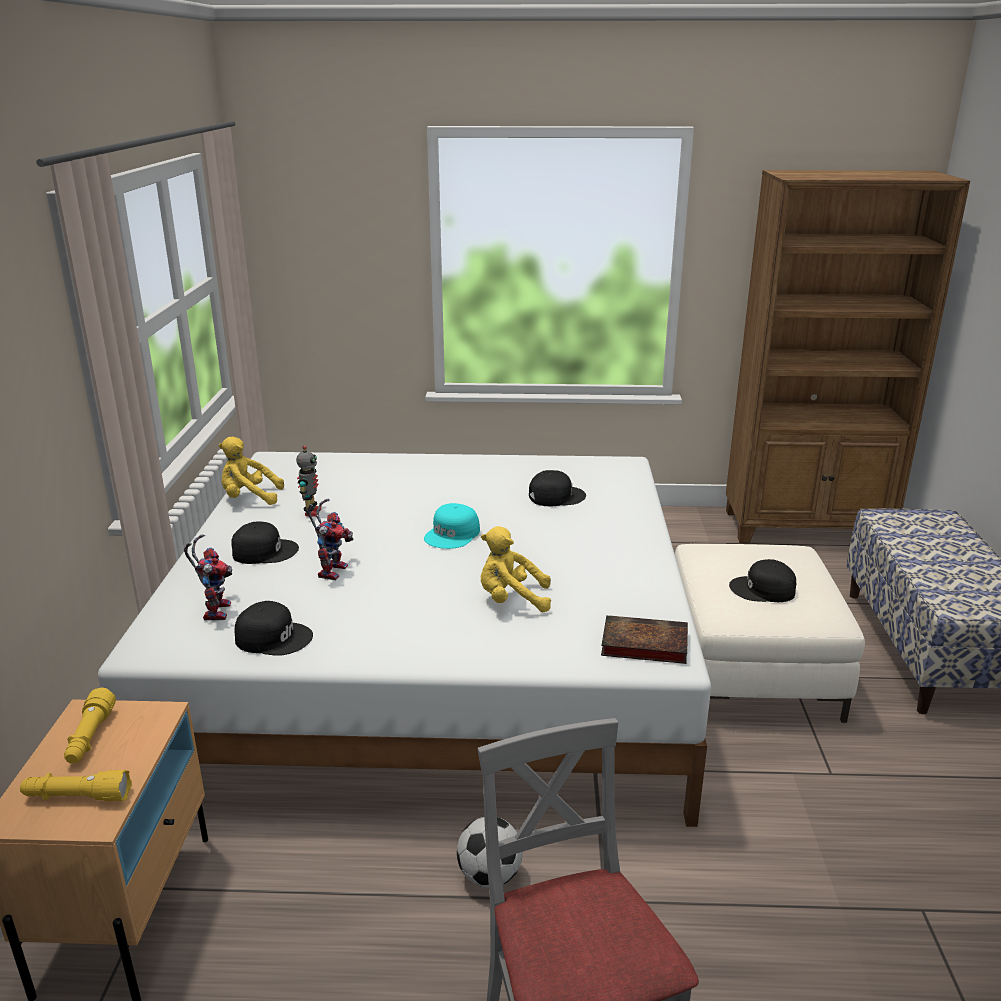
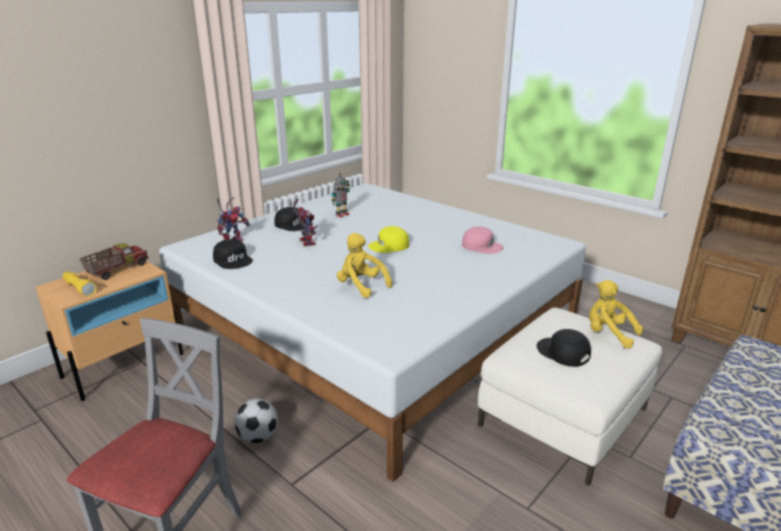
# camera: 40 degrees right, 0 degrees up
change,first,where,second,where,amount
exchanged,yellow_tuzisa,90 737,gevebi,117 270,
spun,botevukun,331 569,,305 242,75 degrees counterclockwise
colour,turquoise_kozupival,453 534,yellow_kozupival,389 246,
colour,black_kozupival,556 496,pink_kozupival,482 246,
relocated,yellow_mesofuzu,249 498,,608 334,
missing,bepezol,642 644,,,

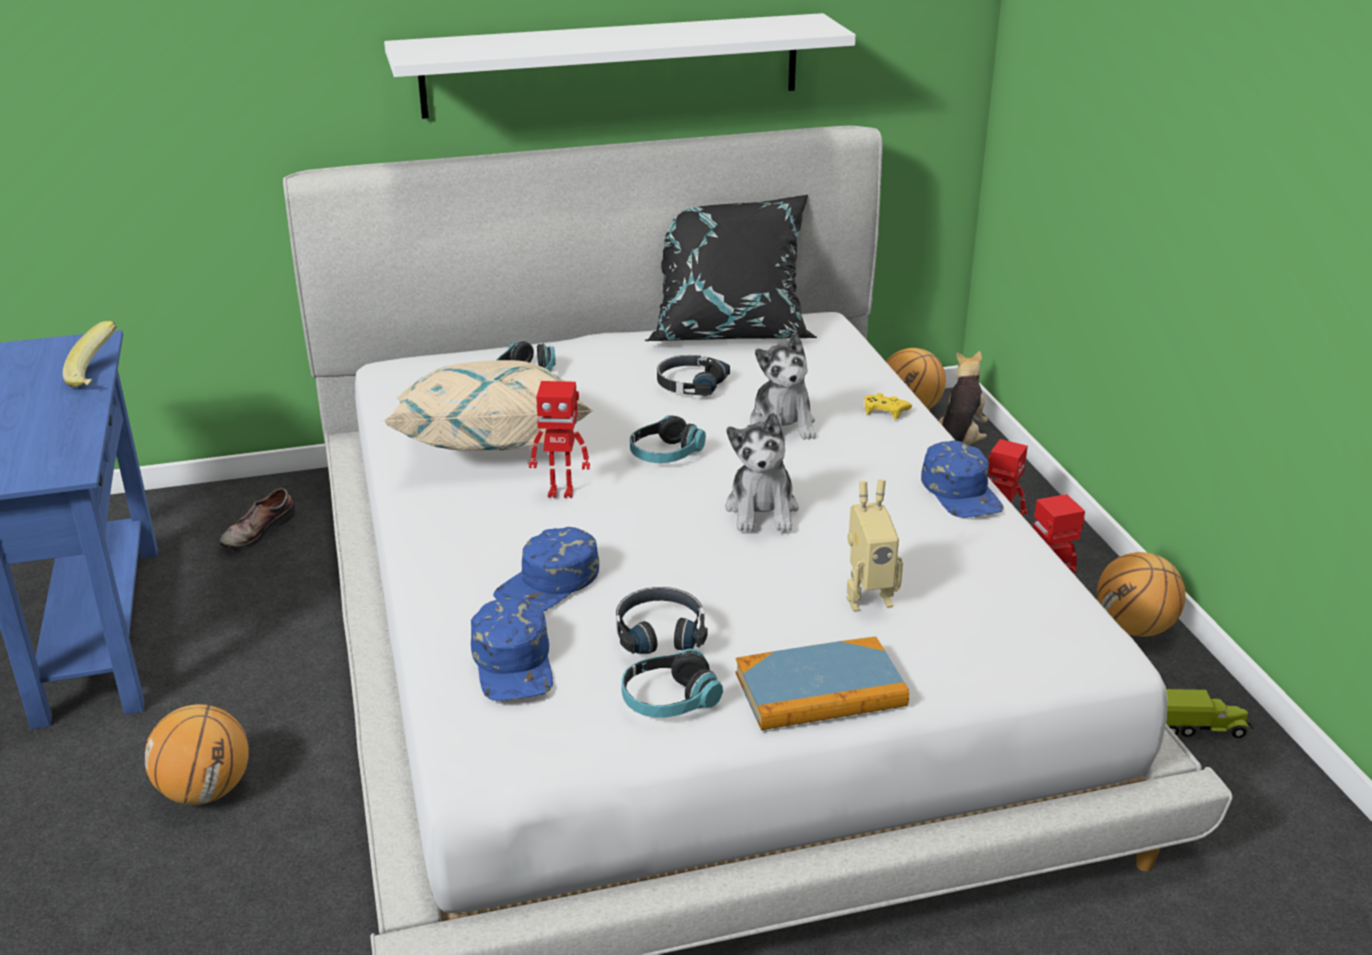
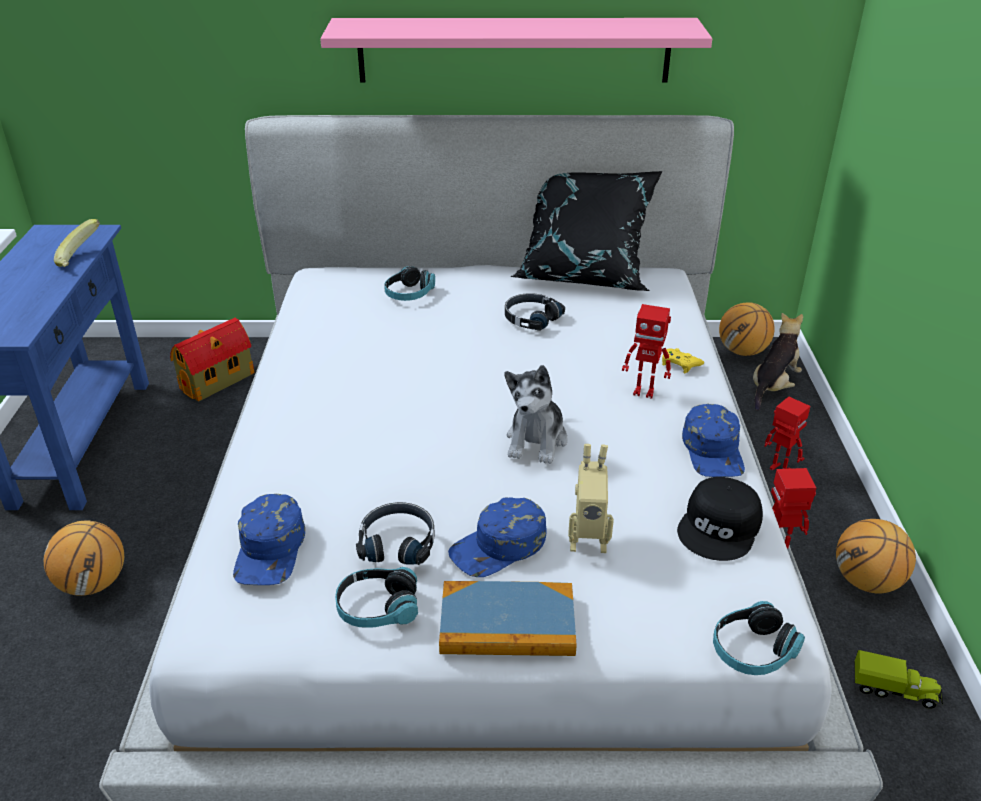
# camera: 15 degrees right, 5 degrees up
change,first,where,second,where,amount
exchanged,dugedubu,256 531,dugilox,219 380,
colour,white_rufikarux,612 65,pink_rufikarux,514 50,
relocated,blue_kozupival,549 583,,499 546,
relocated,botevukun,561 491,,644 392,
appeared,,,black_kozupival,720 527,
relocated,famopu,665 454,,752 650,
missing,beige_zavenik,490 441,,,
missing,mesofuzu,783 424,,,

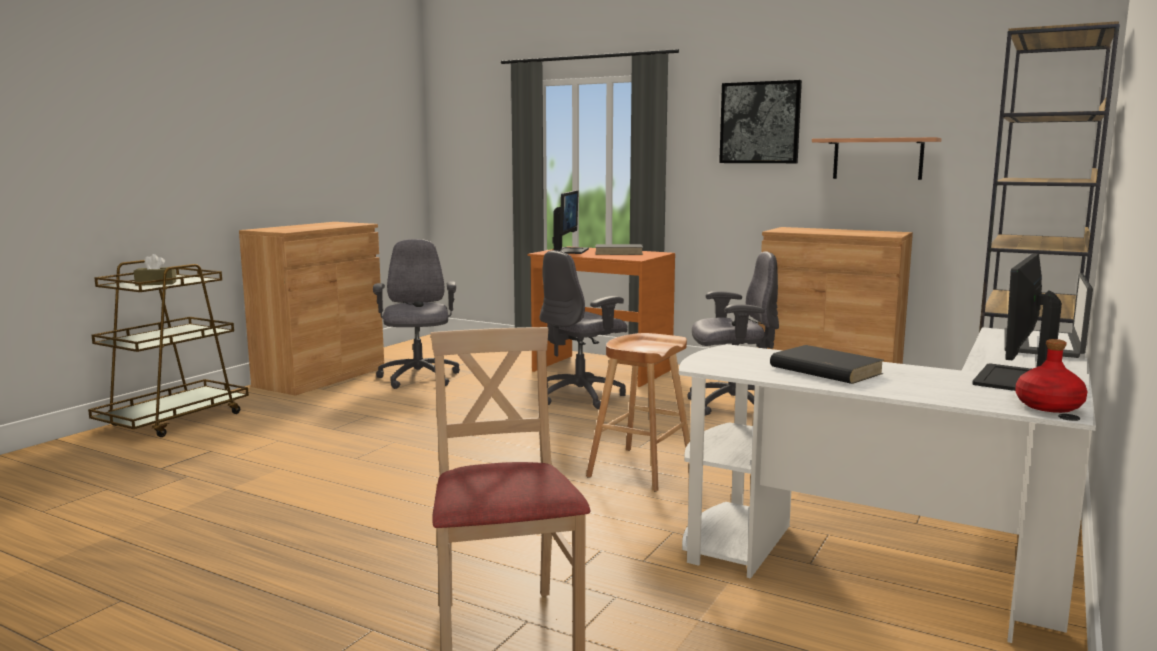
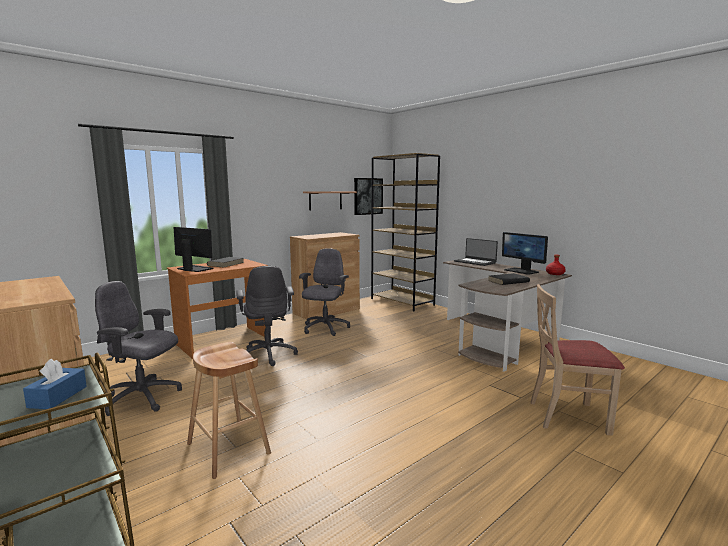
# camera: 70 degrees left, 0 degrees up
change,first,where,second,where,amount
colour,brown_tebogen,156 283,blue_tebogen,58 397,
relocated,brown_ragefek,641 469,,228 449,
relocated,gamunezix,760 123,,368 196,
colour,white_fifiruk,916 554,brown_fifiruk,499 338,

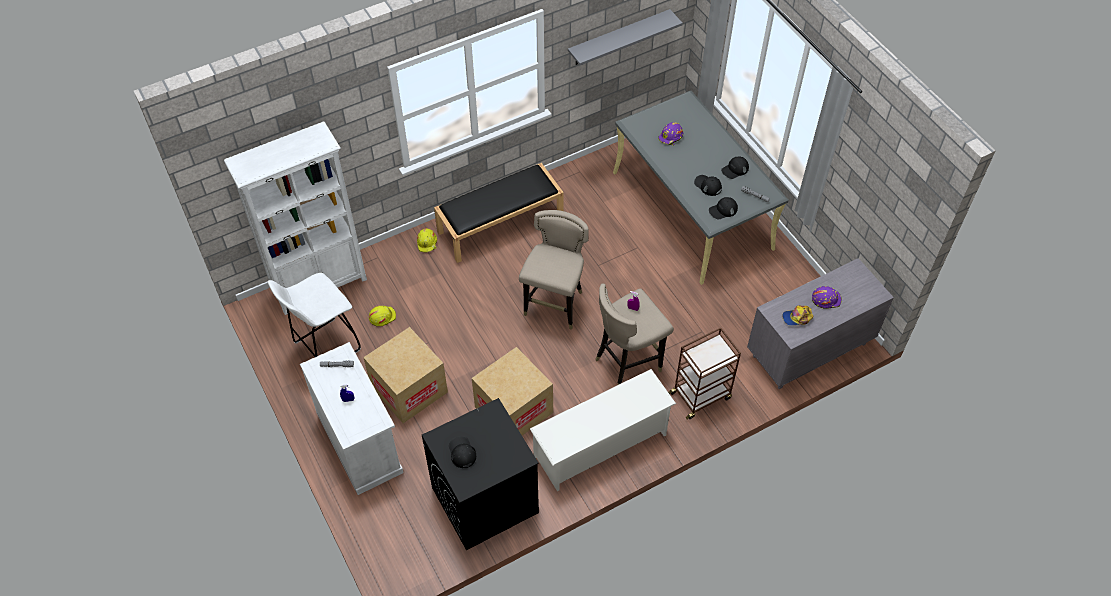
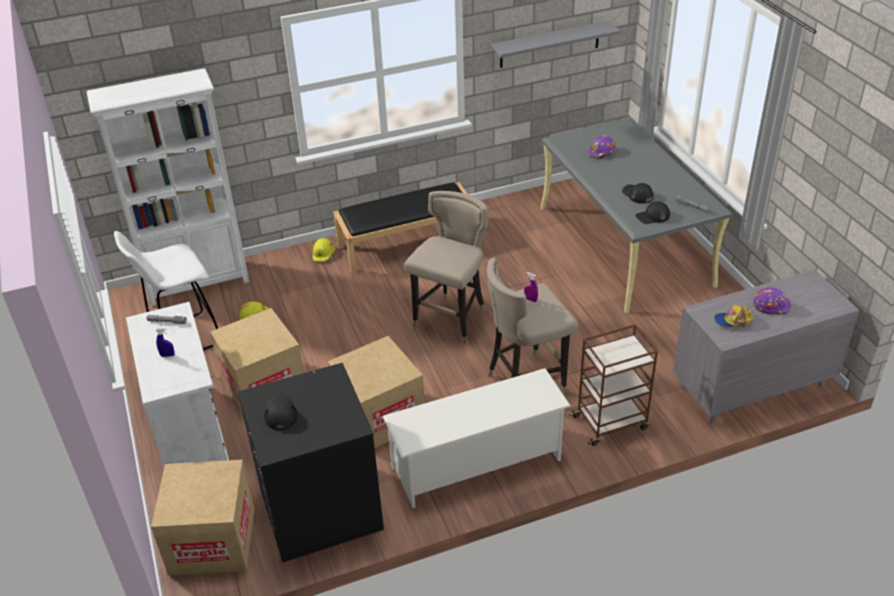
# camera: 10 degrees right, 15 degrees down
change,first,where,second,where,amount
appeared,,,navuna,212 541,
missing,black_kozupival,735 169,,,

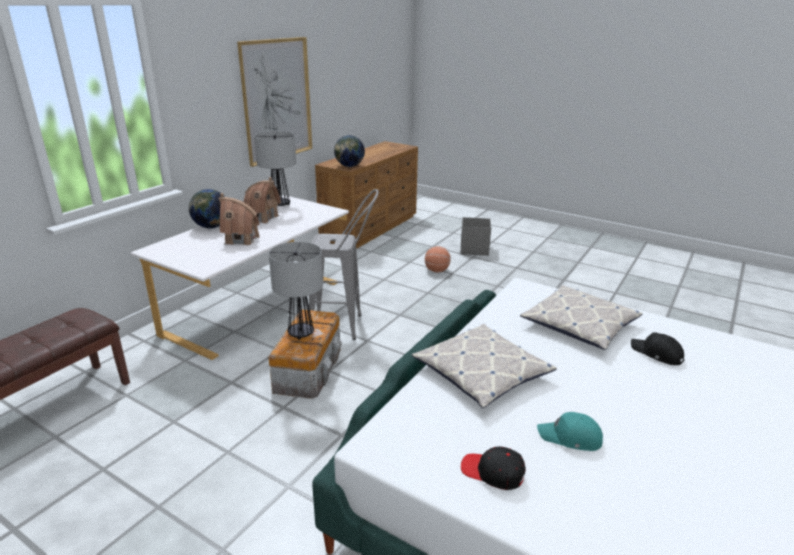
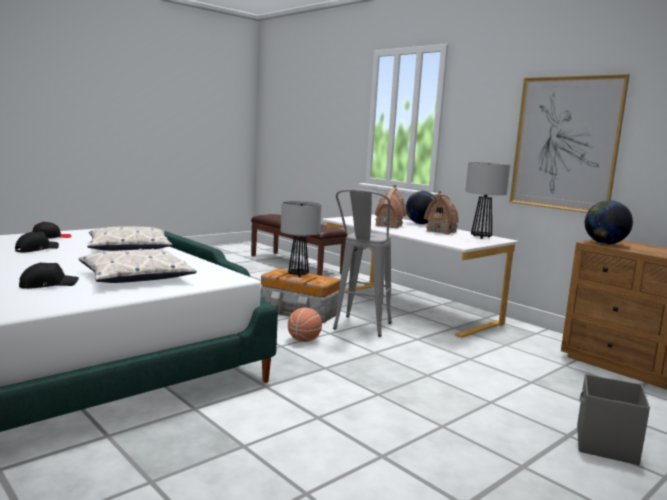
# camera: 105 degrees right, 15 degrees down
change,first,where,second,where,amount
colour,turquoise_kozupival,570 438,black_kozupival,36 249,
relocated,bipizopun,437 270,,304 340,

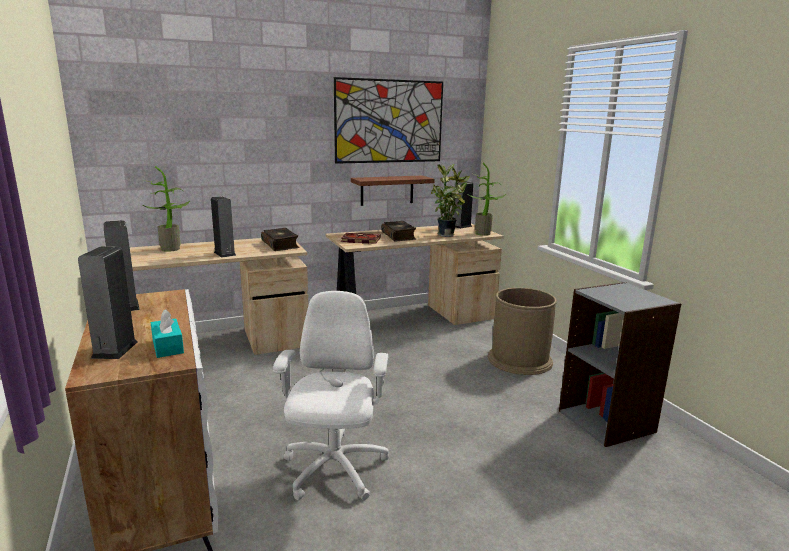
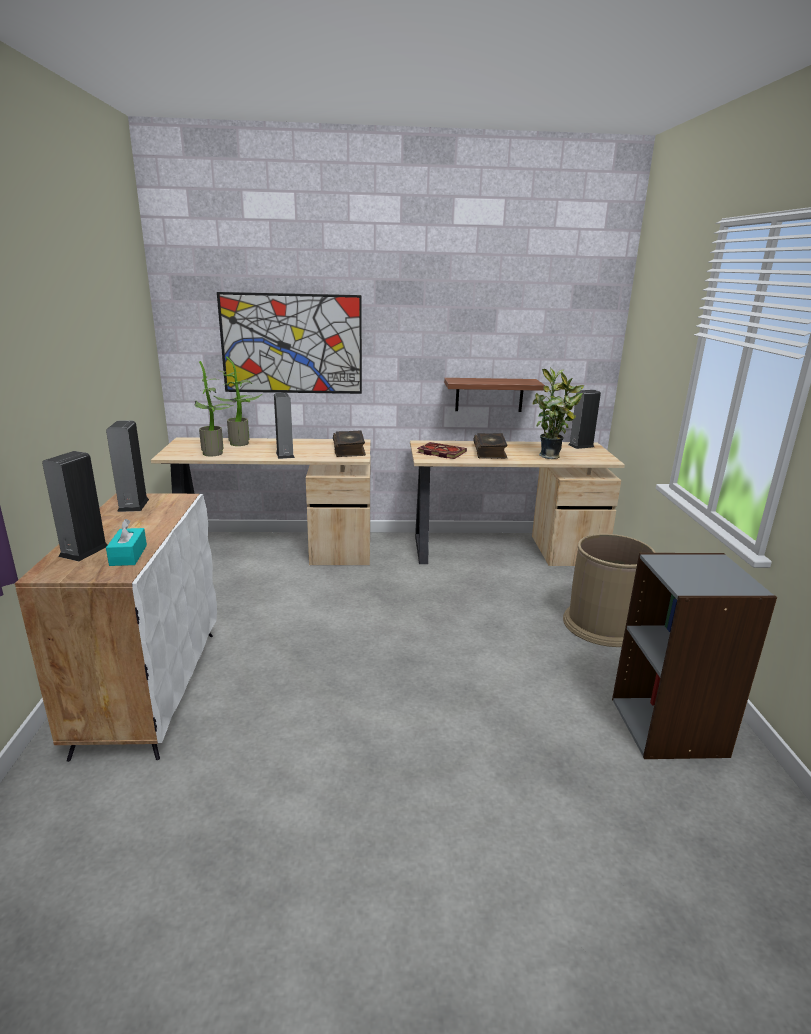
# camera: 20 degrees right, 5 degrees up
change,first,where,second,where,amount
relocated,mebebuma,484 233,,216 453,
relocated,gamunezix,389 121,,291 344,
missing,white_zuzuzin,334 470,,,

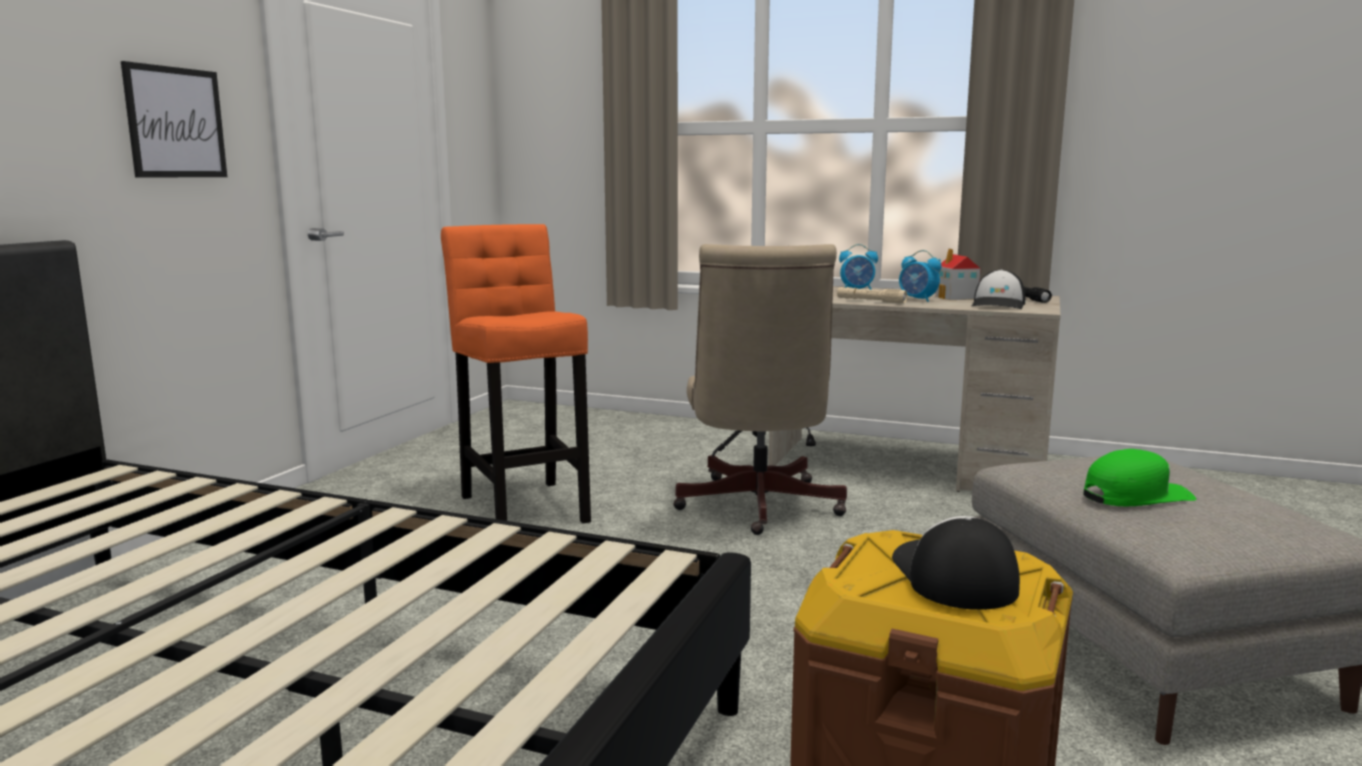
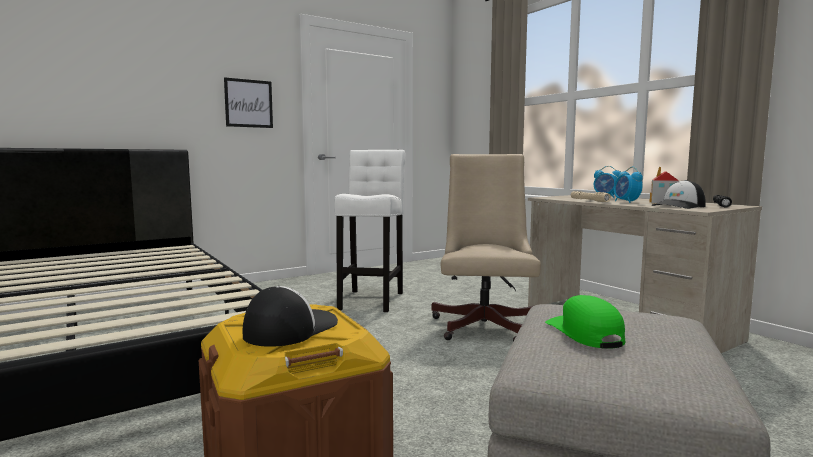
# camera: 35 degrees right, 5 degrees down
change,first,where,second,where,amount
colour,orange_ragefek,523 506,white_ragefek,372 299,
spun,beige_zuzuzin,757 508,,485 324,150 degrees clockwise
spun,green_kozupival,1136 495,,584 333,120 degrees counterclockwise

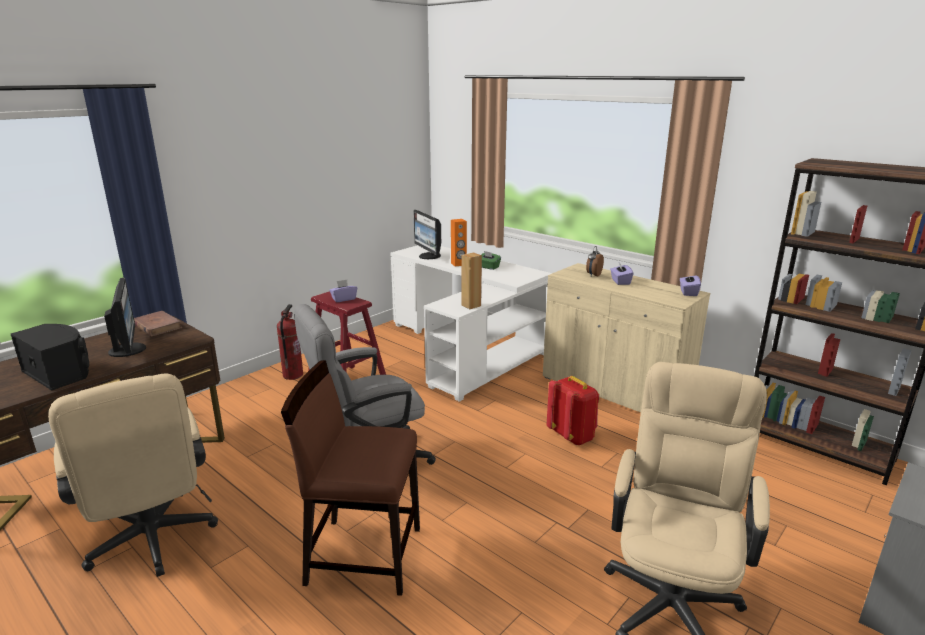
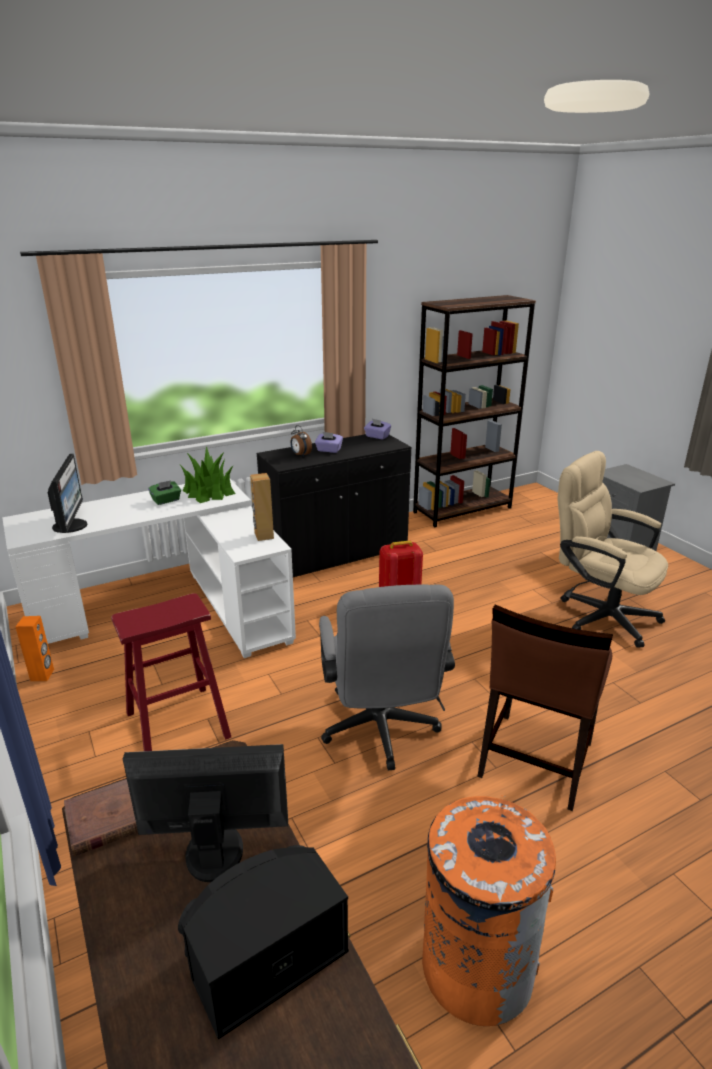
# camera: 70 degrees left, 5 degrees up
change,first,where,second,where,amount
relocated,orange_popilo,458 264,,42 675,
spun,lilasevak,429 256,,71 526,90 degrees counterclockwise
appeared,,,mebebuma,209 492,
colour,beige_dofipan,614 390,black_dofipan,336 554,
exchanged,beige_zuzuzin,153 543,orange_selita,476 966,
missing,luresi,293 375,,,
missing,purple_tebogen,344 299,,,

